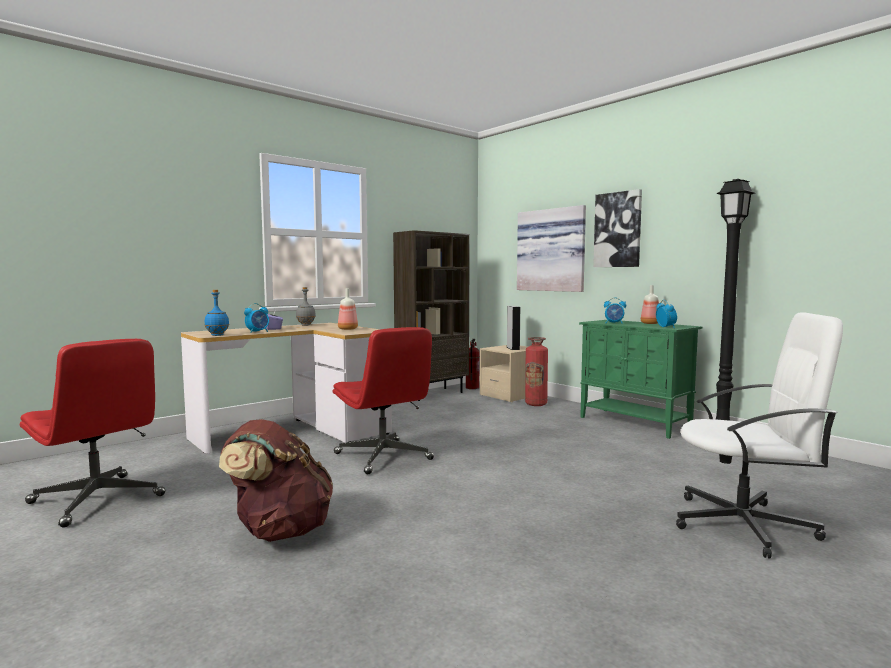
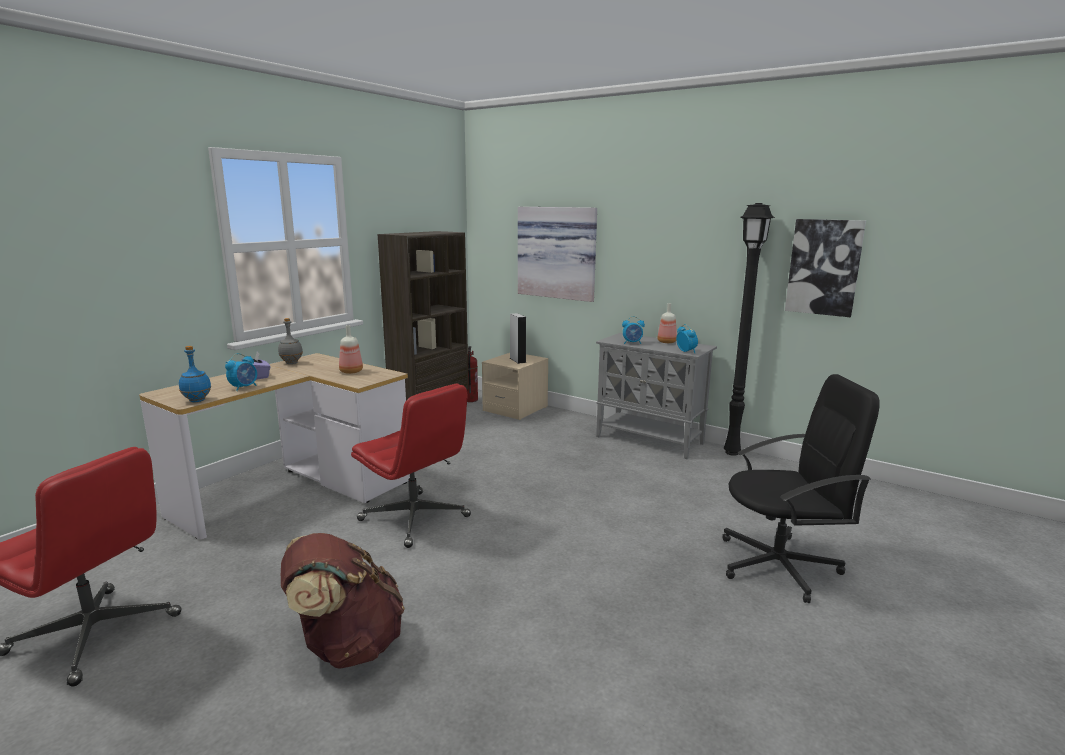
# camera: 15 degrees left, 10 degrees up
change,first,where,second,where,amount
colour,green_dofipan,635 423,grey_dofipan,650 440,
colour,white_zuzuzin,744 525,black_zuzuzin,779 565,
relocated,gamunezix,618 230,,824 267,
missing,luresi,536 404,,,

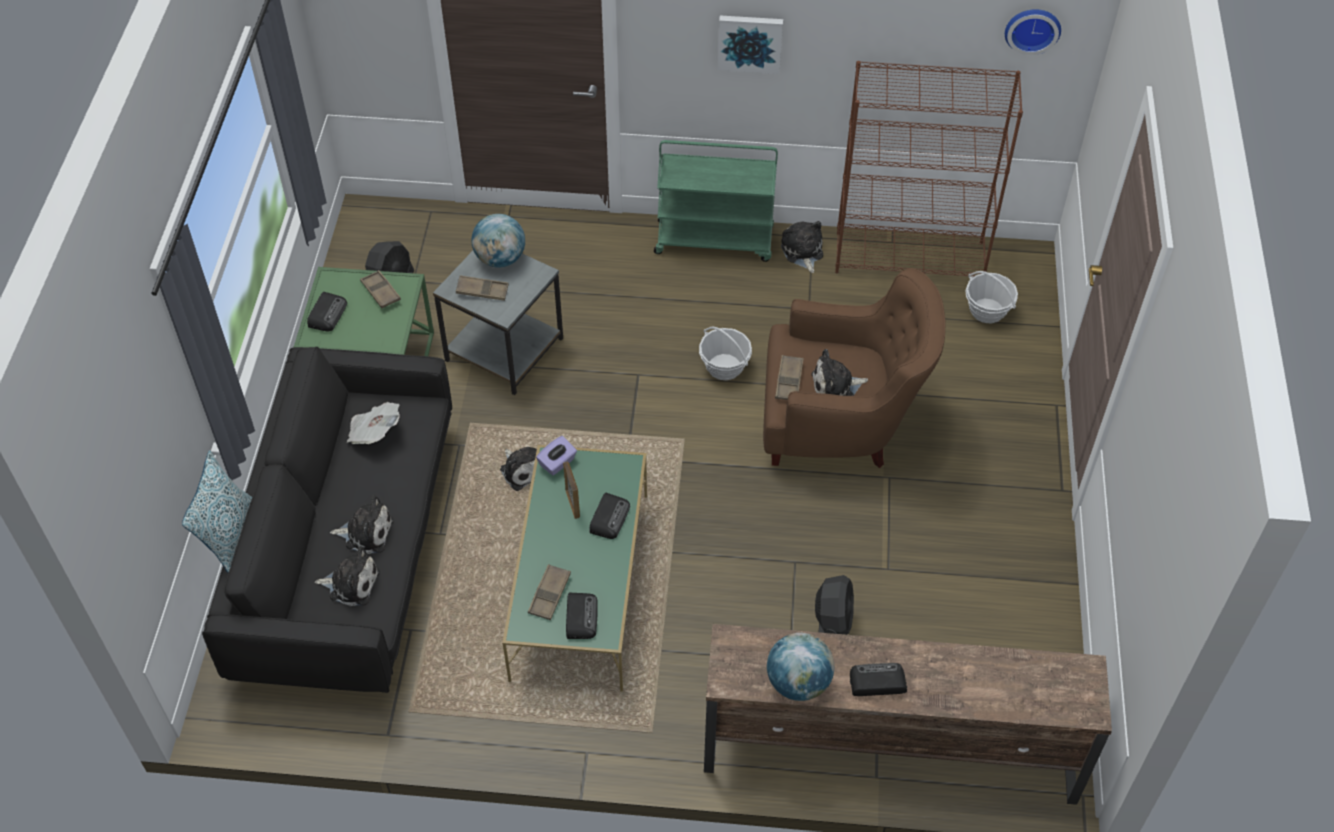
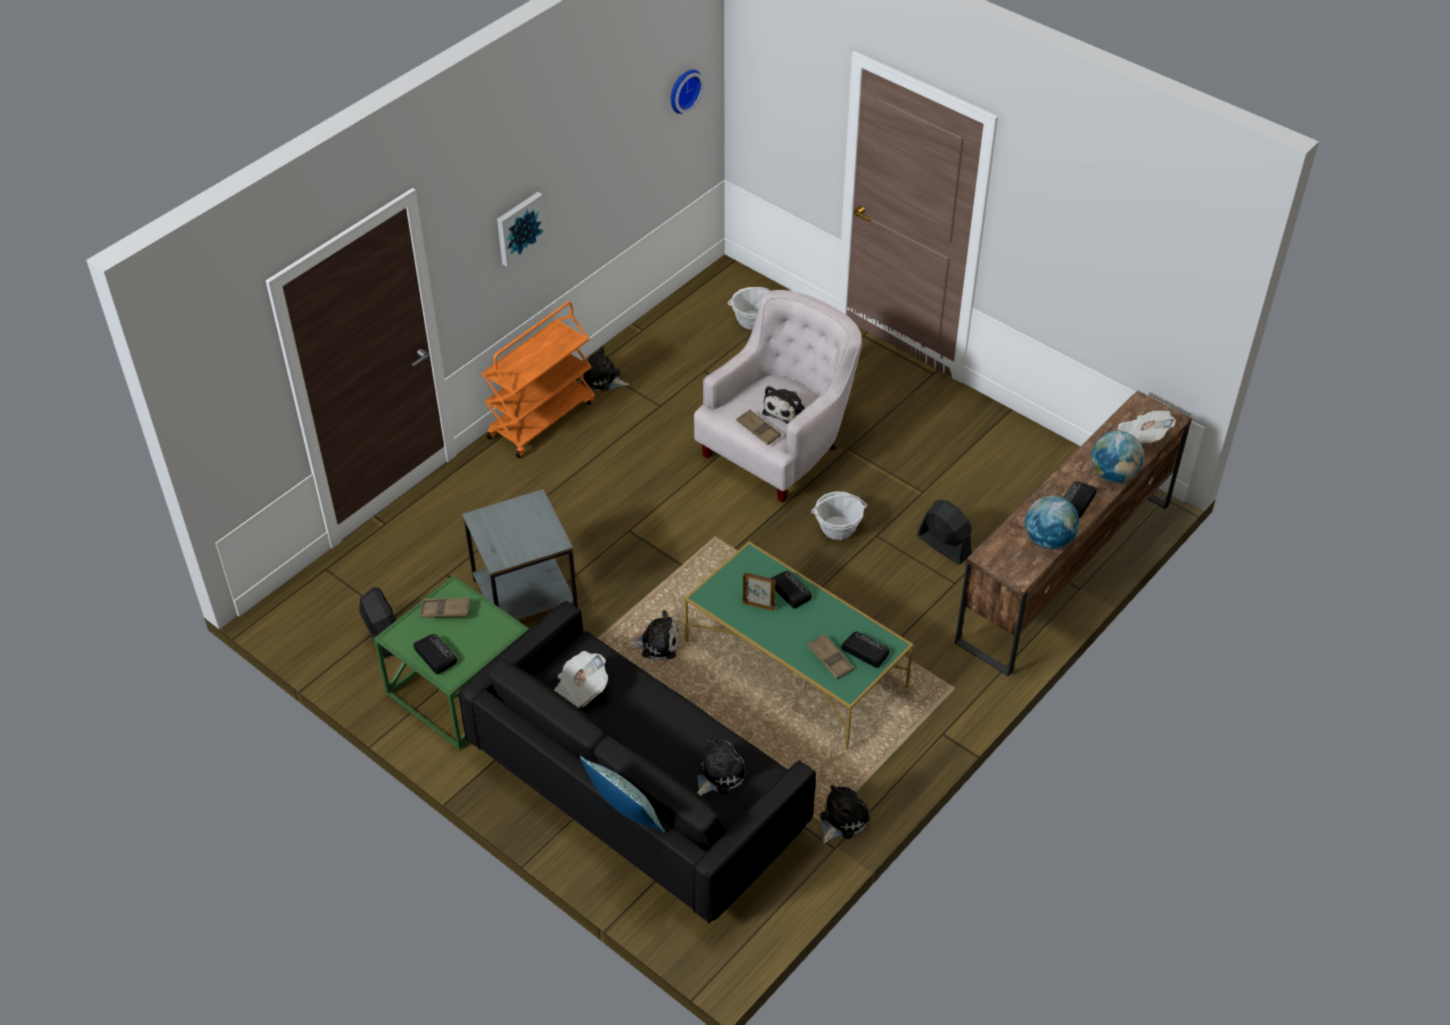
# camera: 55 degrees left, 5 degrees down
change,first,where,second,where,amount
colour,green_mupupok,715 240,orange_mupupok,541 419,
colour,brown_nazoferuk,840 423,white_nazoferuk,779 446,
relocated,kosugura,724 367,,837 528,
relocated,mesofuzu,366 532,,842 819,
relocated,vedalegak,500 259,,1113 474,
appeared,,,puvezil,1142 437,
missing,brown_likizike,482 291,,,
missing,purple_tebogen,557 463,,,
missing,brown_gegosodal,910 257,,,

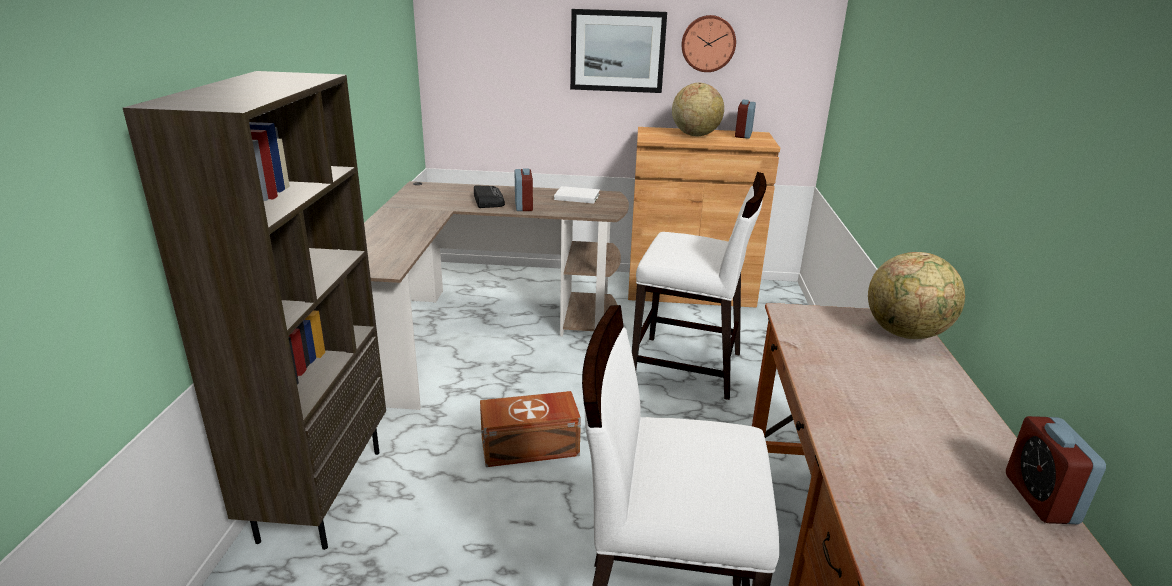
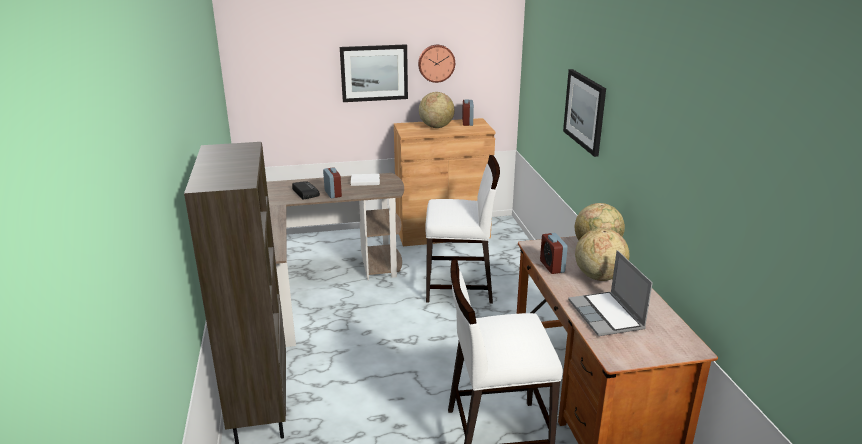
# camera: 15 degrees left, 0 degrees up
change,first,where,second,where,amount
relocated,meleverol,1040 499,,552 266,
appeared,,,gamunezix,585 111,
appeared,,,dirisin,607 316,
appeared,,,vedalegak,598 276,
missing,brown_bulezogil,531 447,,,

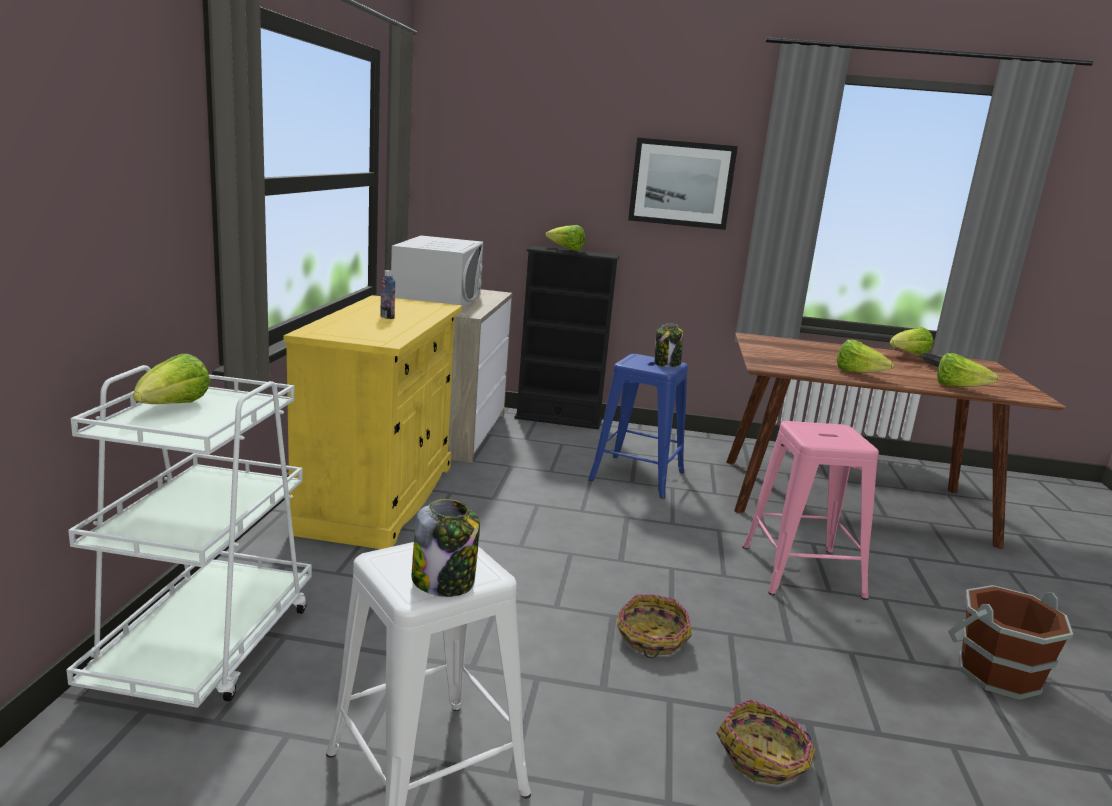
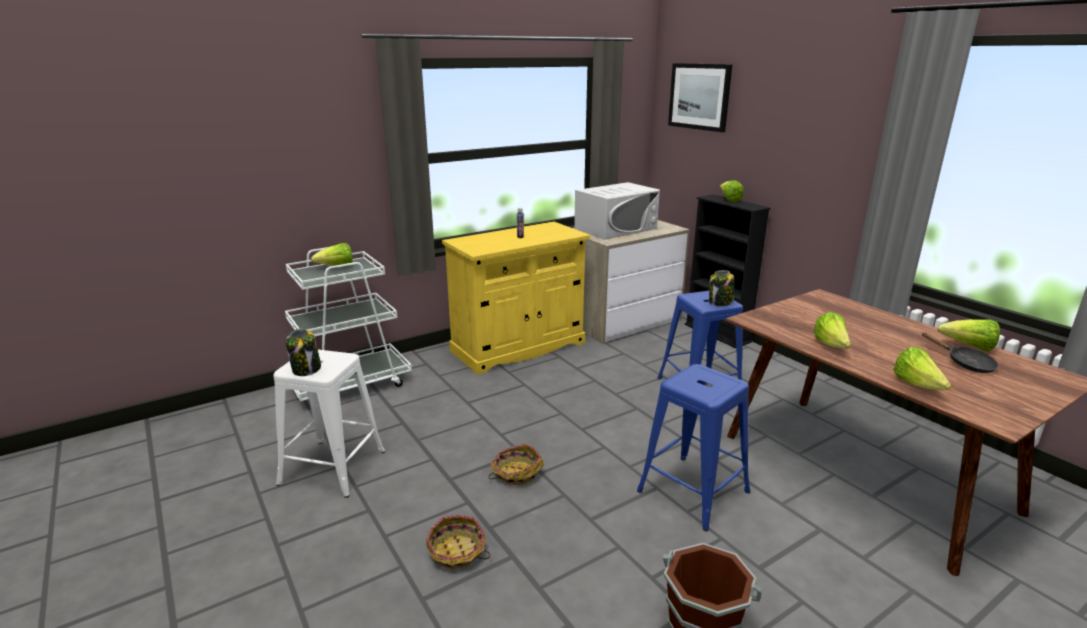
# camera: 50 degrees right, 5 degrees up
change,first,where,second,where,amount
colour,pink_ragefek,801 571,blue_ragefek,693 491,
relocated,gamunezix,681 183,,699 96,

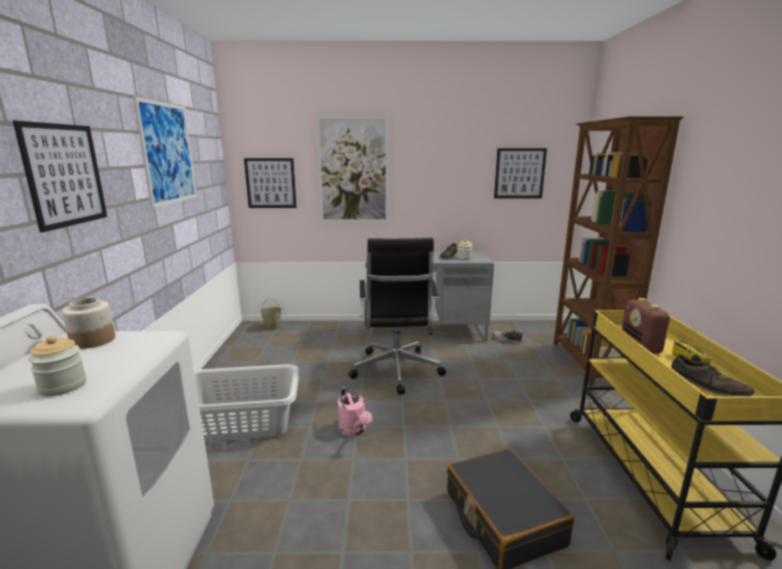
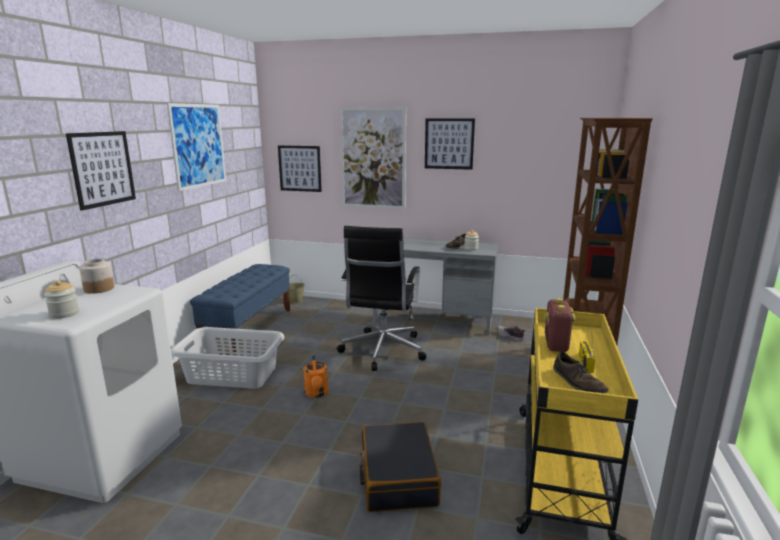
# camera: 15 degrees right, 0 degrees up
change,first,where,second,where,amount
appeared,,,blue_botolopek,248 327,
colour,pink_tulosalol,354 430,orange_tulosalol,317 393,
relocated,gamunezix,519 173,,449 144,

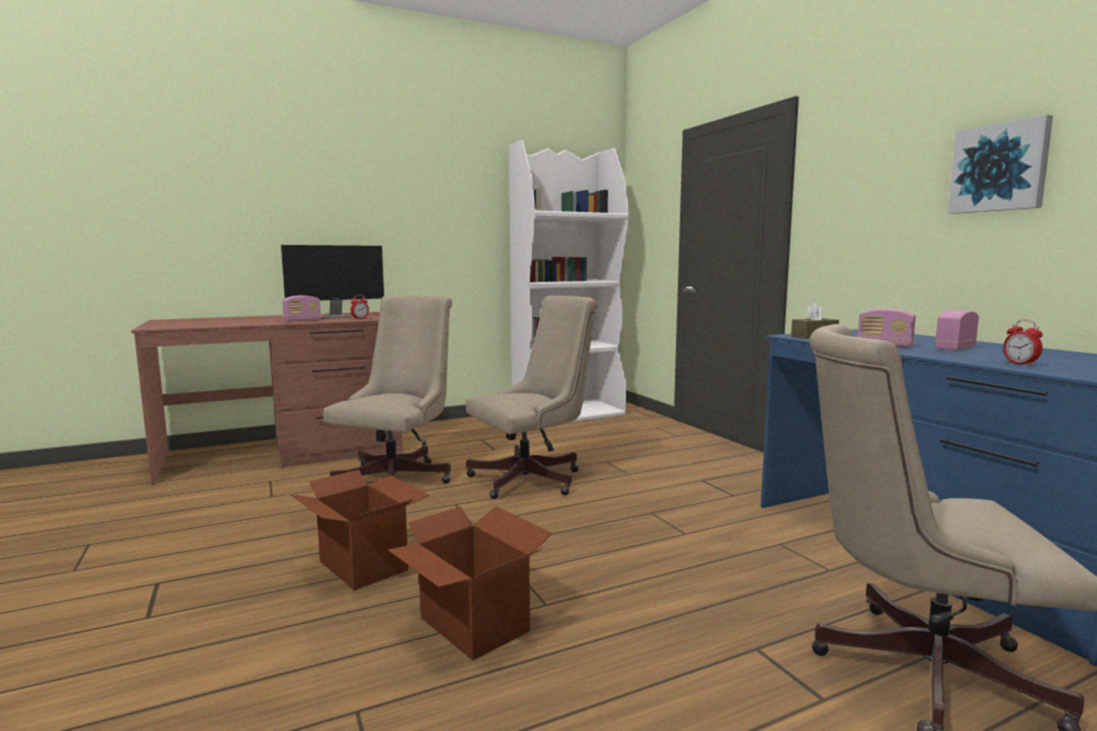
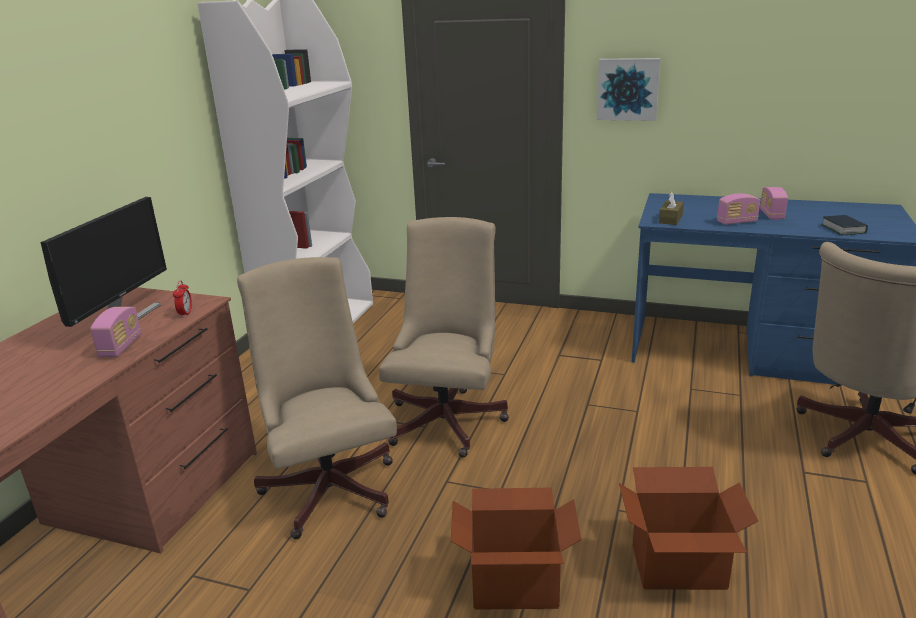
# camera: 45 degrees left, 15 degrees up
change,first,where,second,where,amount
relocated,gamunezix,999 168,,628 89,
exchanged,meleverol,1020 364,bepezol,843 229,

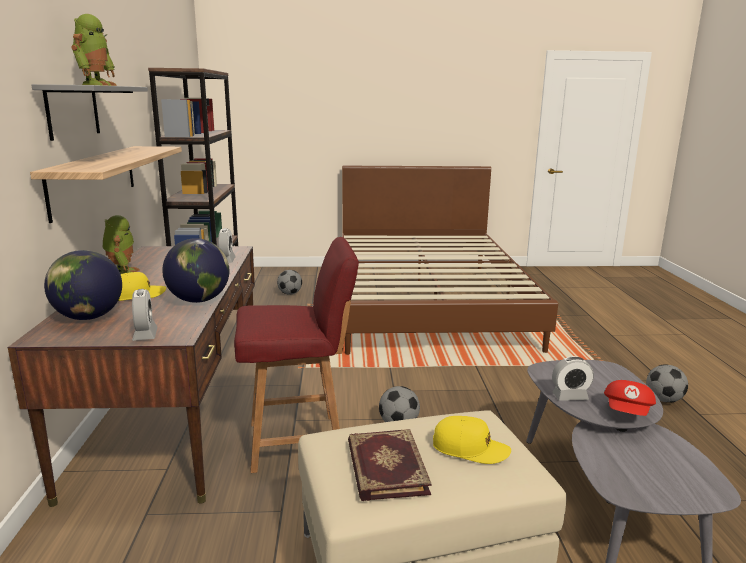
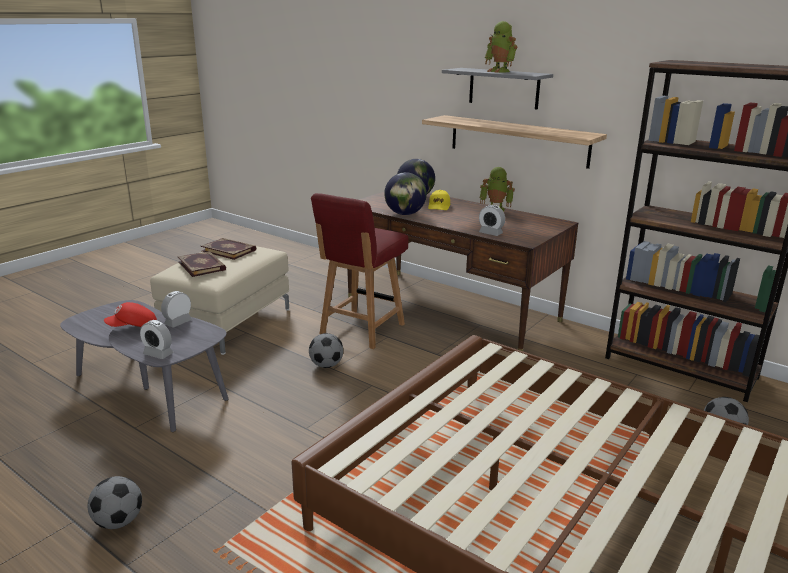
# camera: 130 degrees right, 5 degrees up
change,first,where,second,where,amount
spun,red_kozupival,628 412,,133 327,90 degrees counterclockwise
relocated,meleverol,145 334,,158 354,
exchanged,yellow_kozupival,470 448,bepezol,202 266,

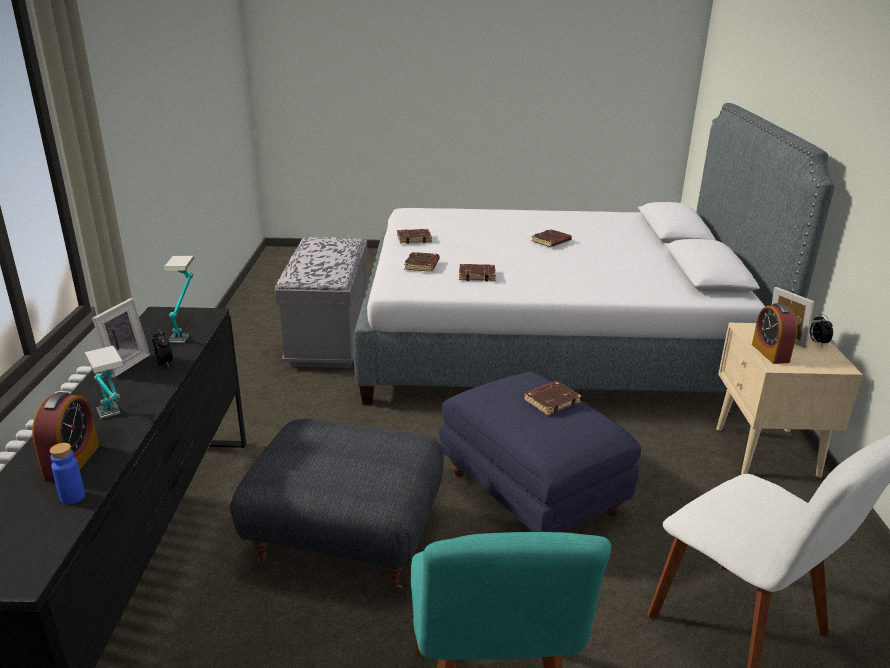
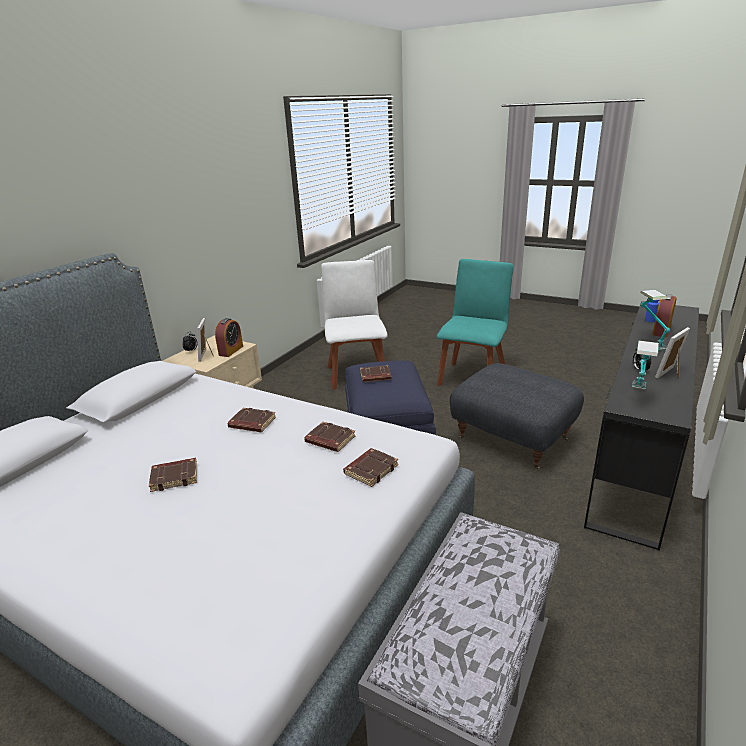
# camera: 150 degrees left, 0 degrees up
change,first,where,second,where,amount
relocated,brown_bepezol,414 239,,251 423,

